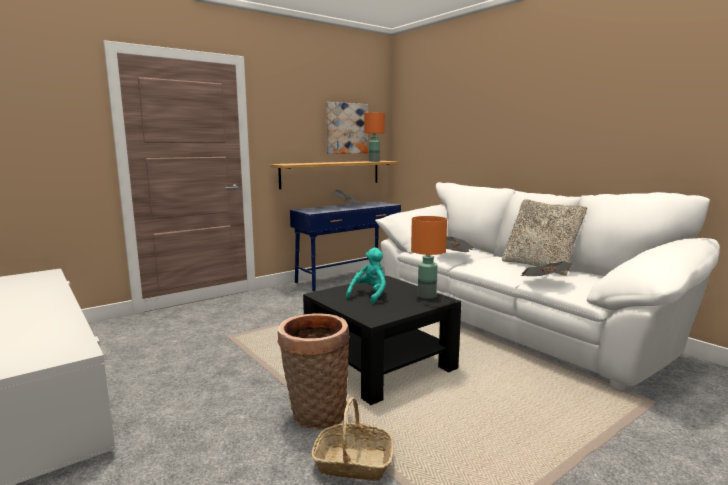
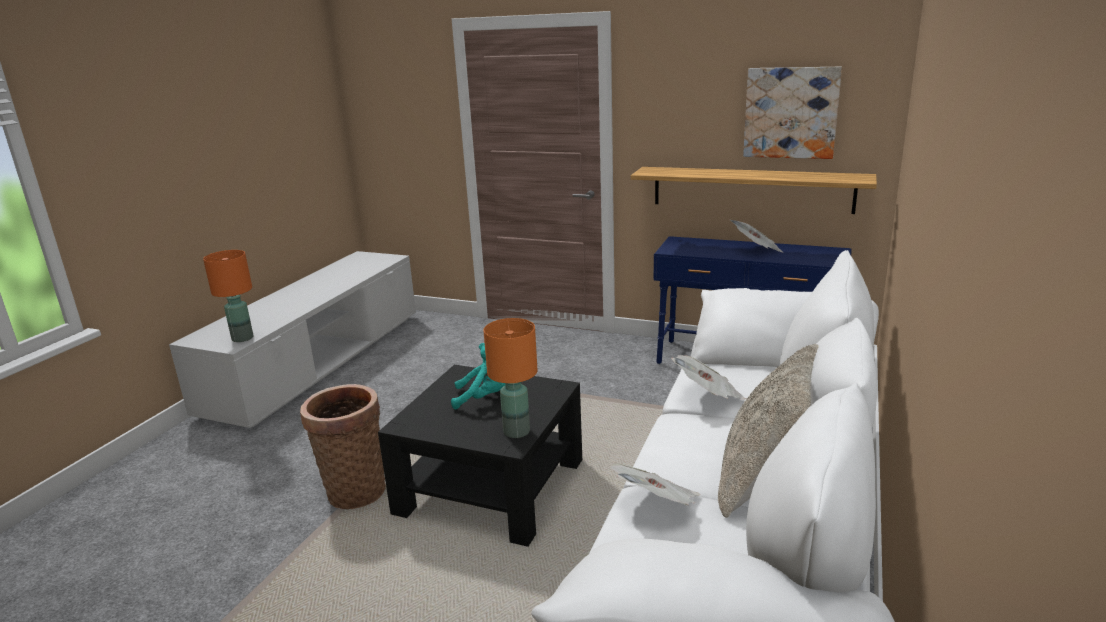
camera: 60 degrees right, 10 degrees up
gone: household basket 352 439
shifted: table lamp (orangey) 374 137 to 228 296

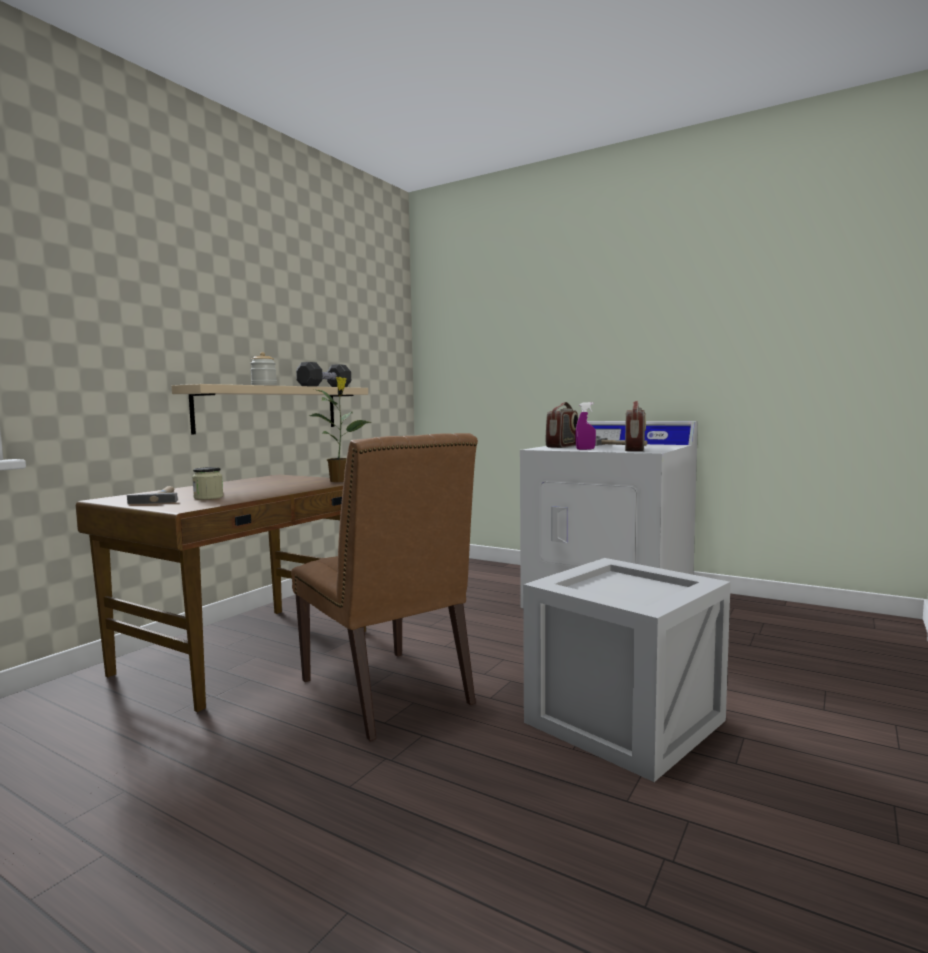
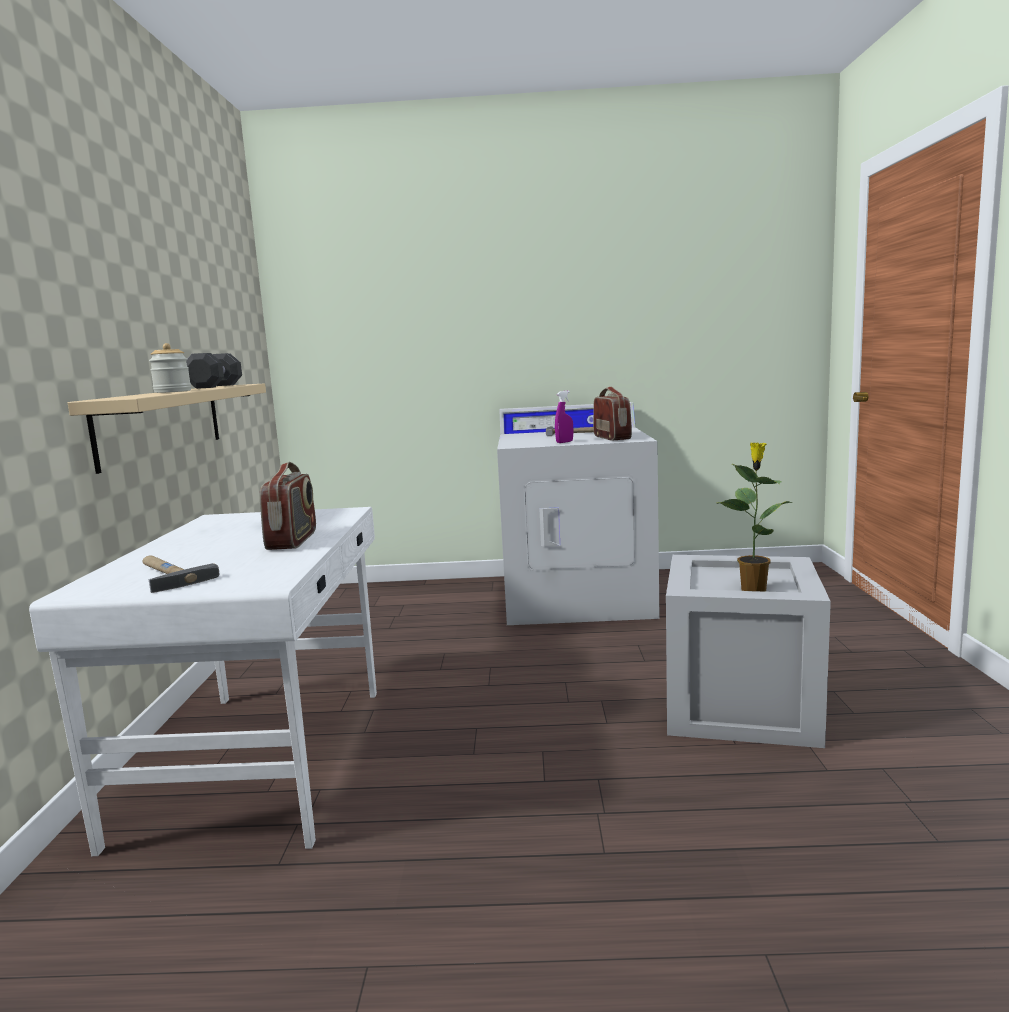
camera: 30 degrees left, 5 degrees up
gone: storage jar 207 483; plain chair (brown) 384 587
shifted: plant in a pot 340 429 to 754 517; radio set 562 425 to 288 506
repainted: desk table (brown) 221 593 to desk table (whitish) 203 681

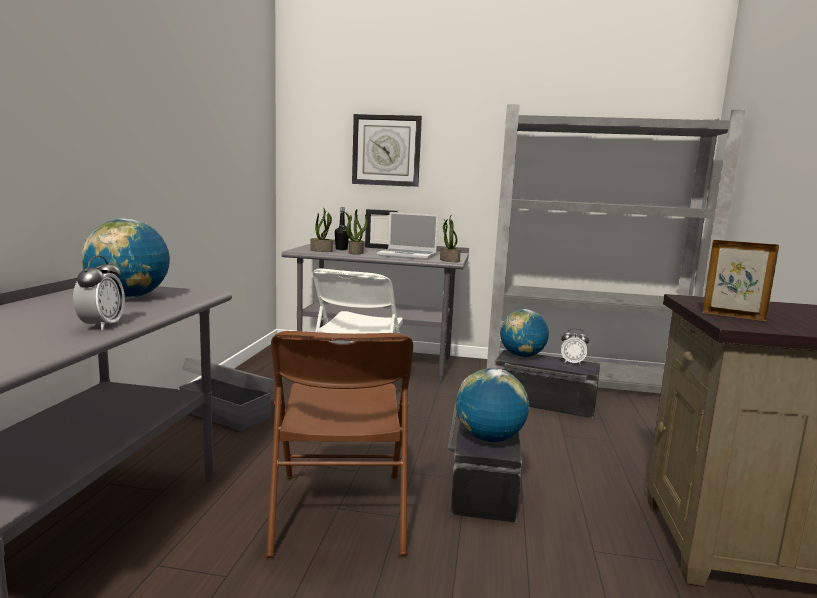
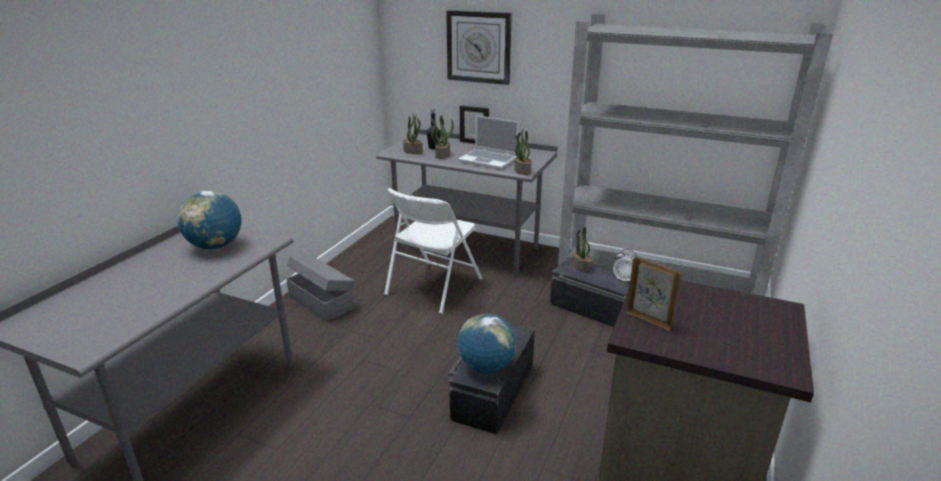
camera: 15 degrees right, 15 degrees up
gone: alarm clock 99 293; plain chair (brown) 339 444
swapped: desk globe 524 333 to plant in a pot 583 250

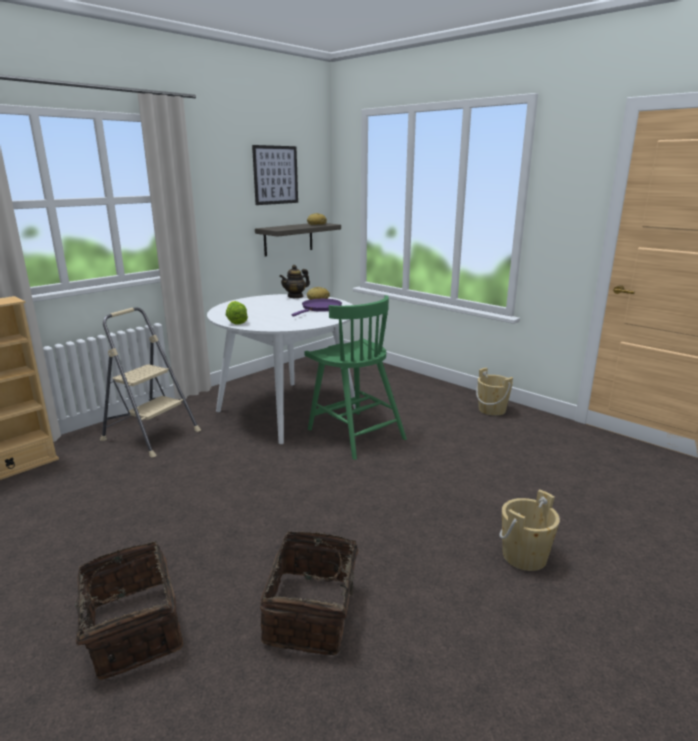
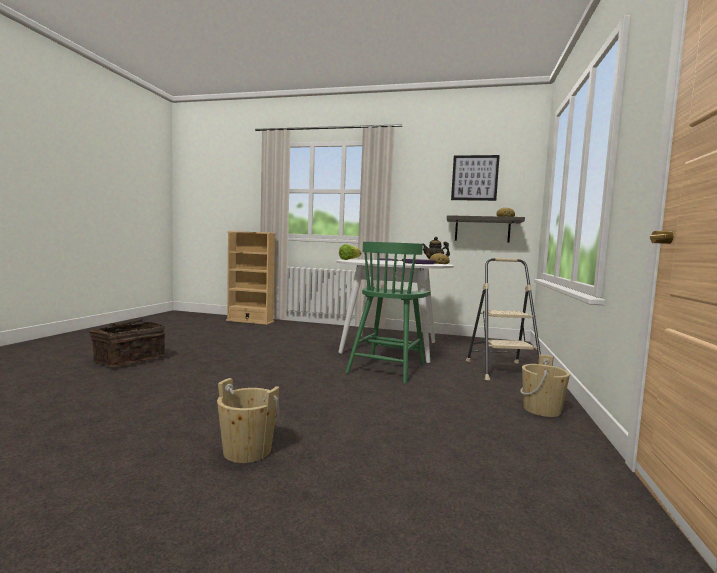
camera: 60 degrees right, 15 degrees down
gone: household basket 318 593
shifted: step ladder (beige) 150 383 to 503 319

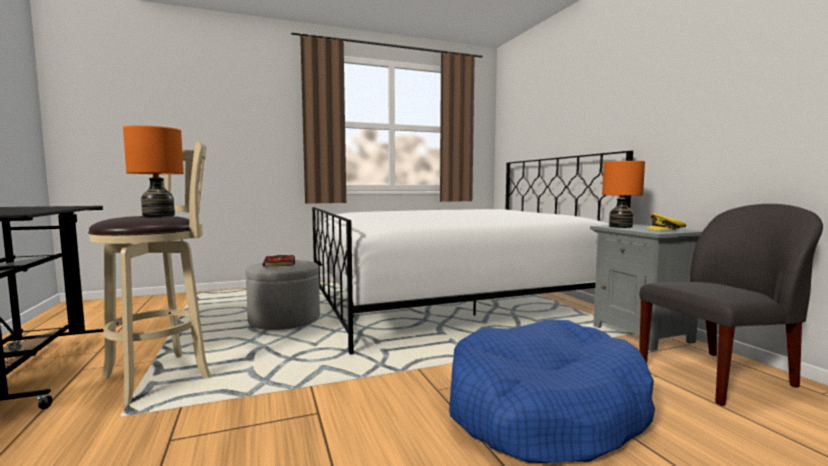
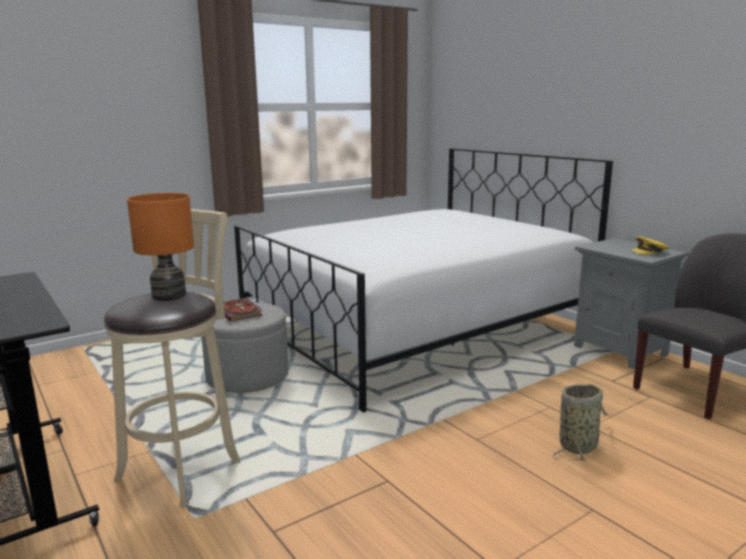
camera: 15 degrees left, 10 degrees up
gone: table lamp (orangey) 623 194
swapped: dog cushion (bluish) 552 391 to household basket 581 422

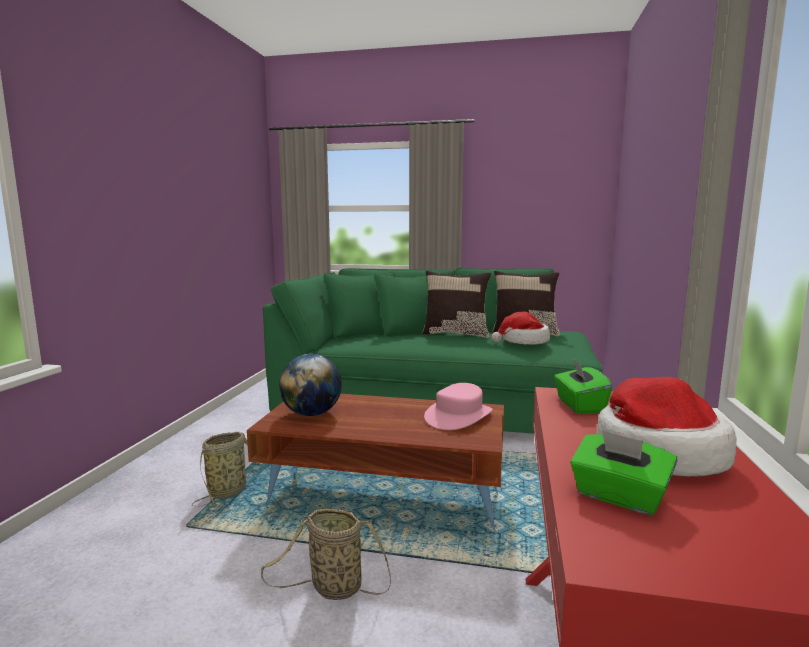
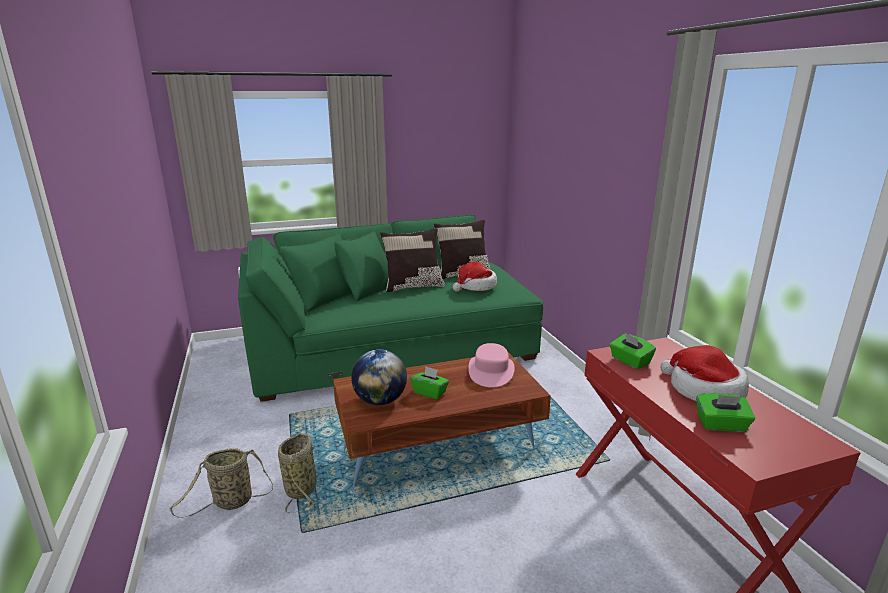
camera: 30 degrees left, 10 degrees up
new: tissue holder (green) 429 382
shifted: household basket 326 554 to 221 483

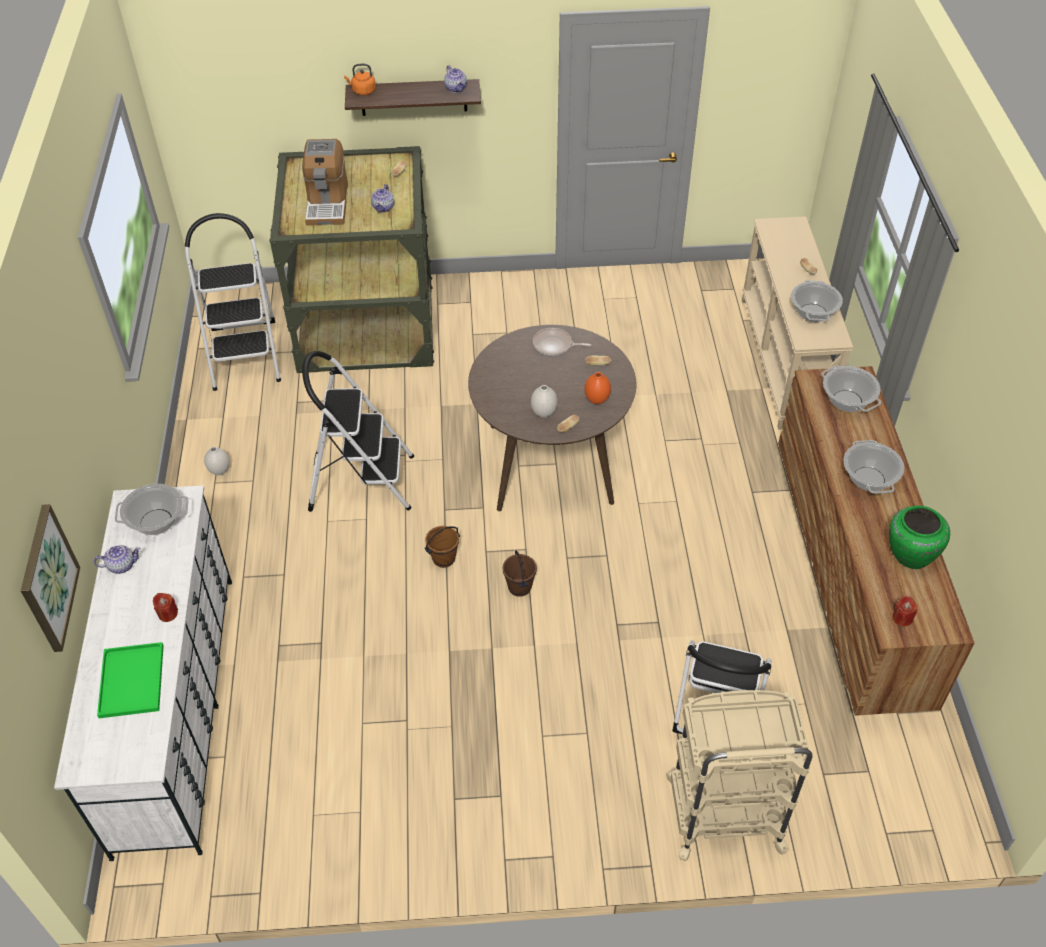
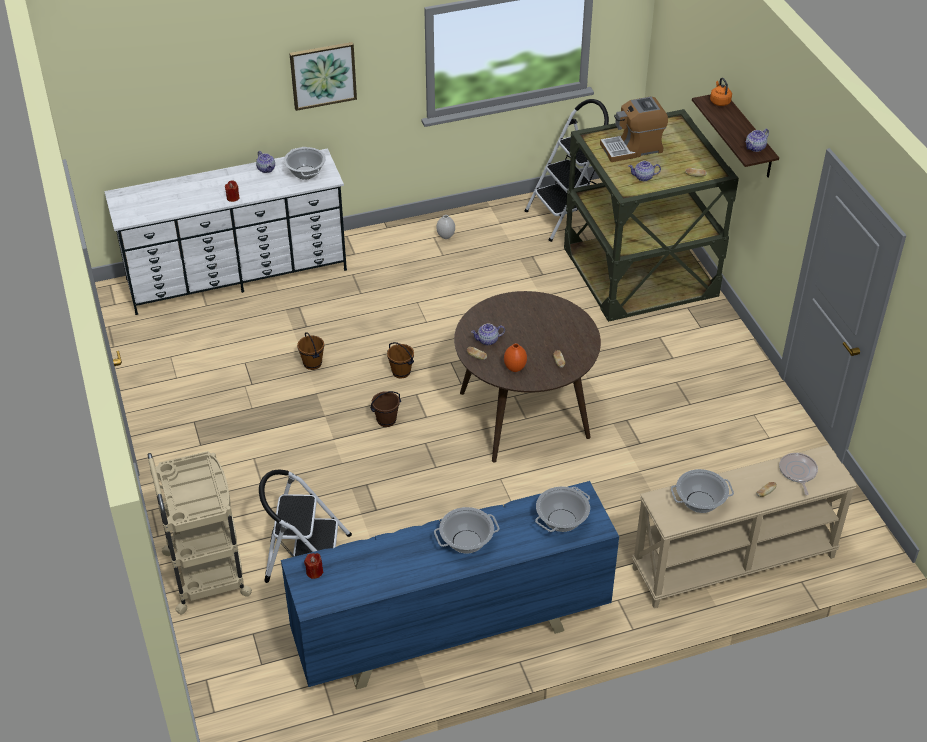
camera: 75 degrees right, 5 degrees down
gone: serving tray (green) 130 680; step ladder 358 431; decorative vase (green) 919 537
new: bucket (brown) 310 351
shifted: wall art 50 578 to 323 76; pan 562 342 to 798 474
swapped: decorative vase (whitish) 544 401 to pot for tea 488 334
repainted: cabinet (brown) 876 541 to cabinet (bluish) 450 585

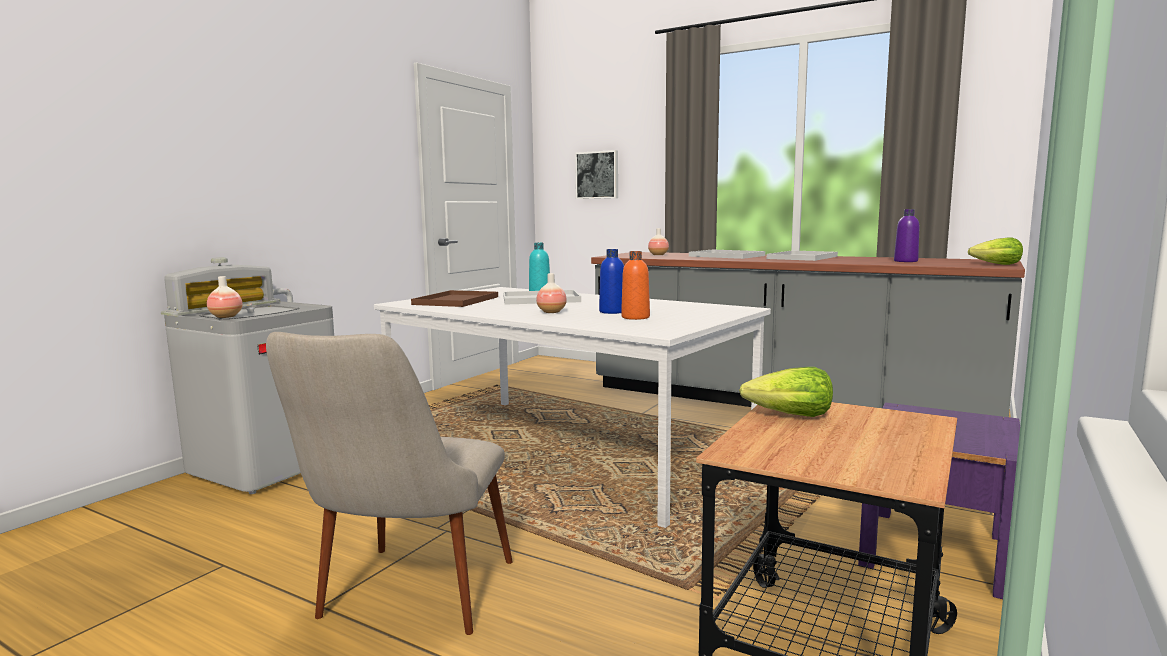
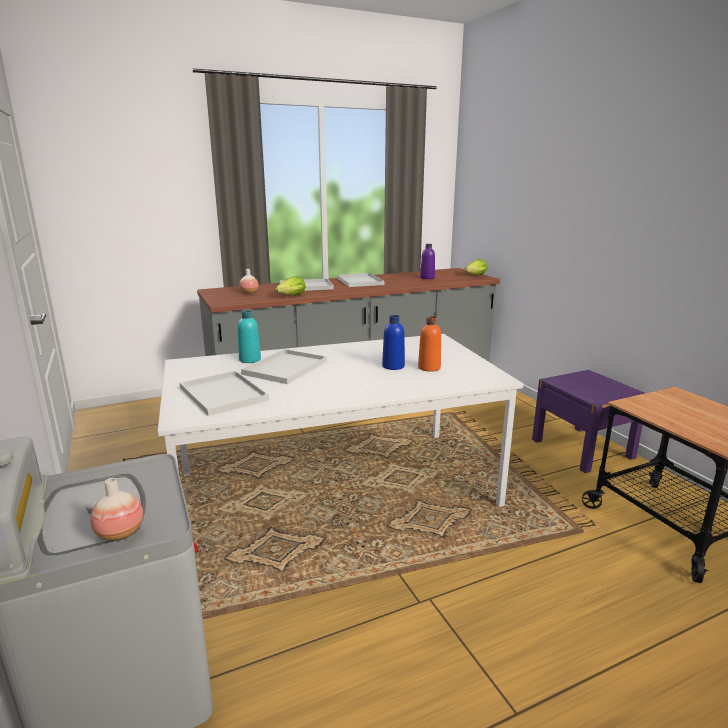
camera: 55 degrees left, 10 degrees up
gone: plain chair (beige) 389 483; decorative vase 551 293; wall art 596 174
shifted: head of lettuce 786 392 to 290 285
repainted: serving tray (brown) 454 298 to serving tray (whitish) 224 393

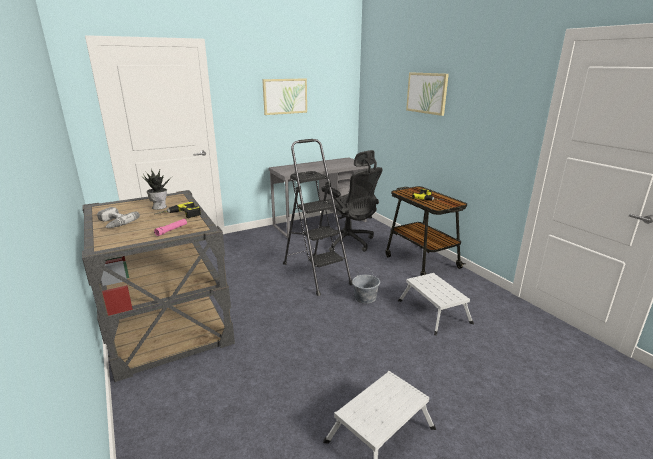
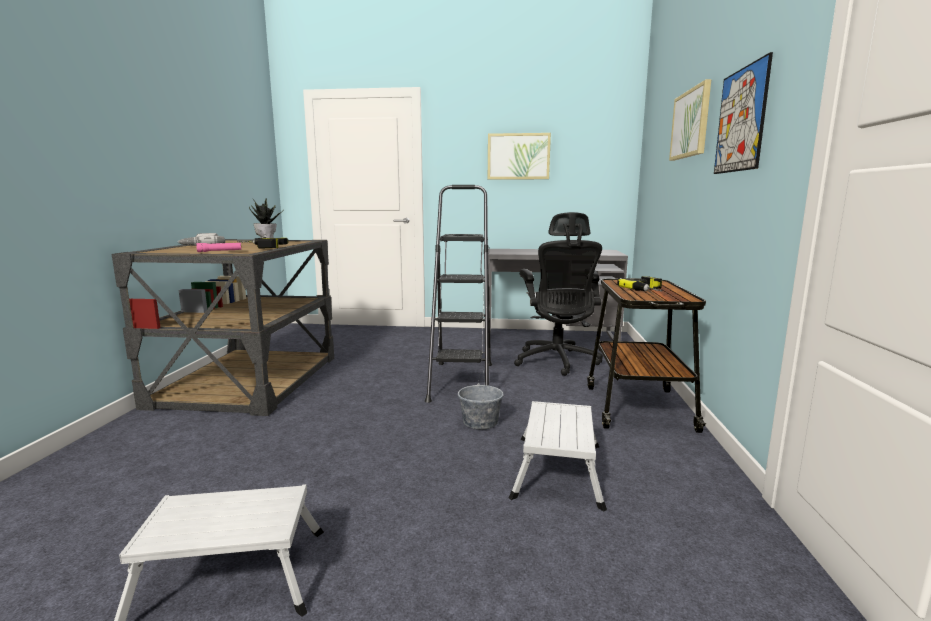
camera: 35 degrees right, 10 degrees down
new: wall art 743 113

